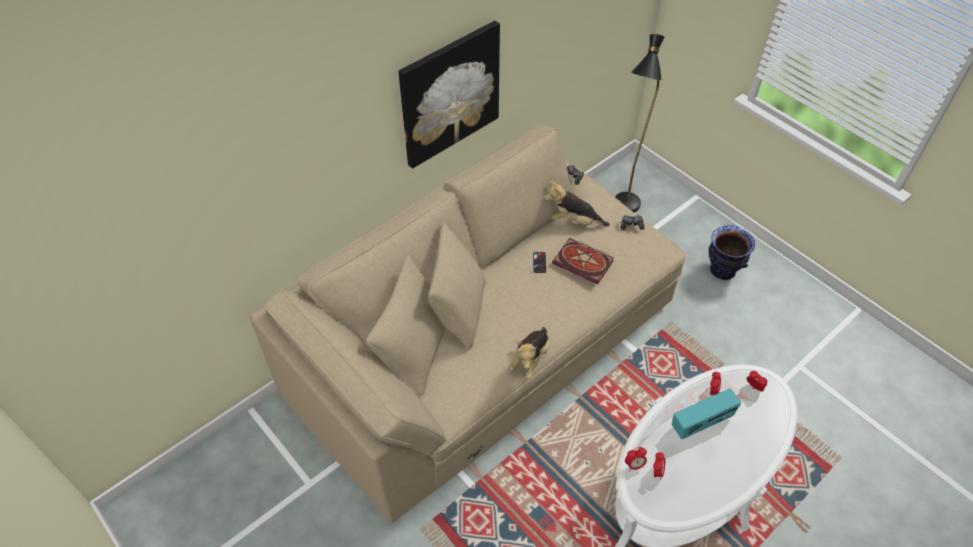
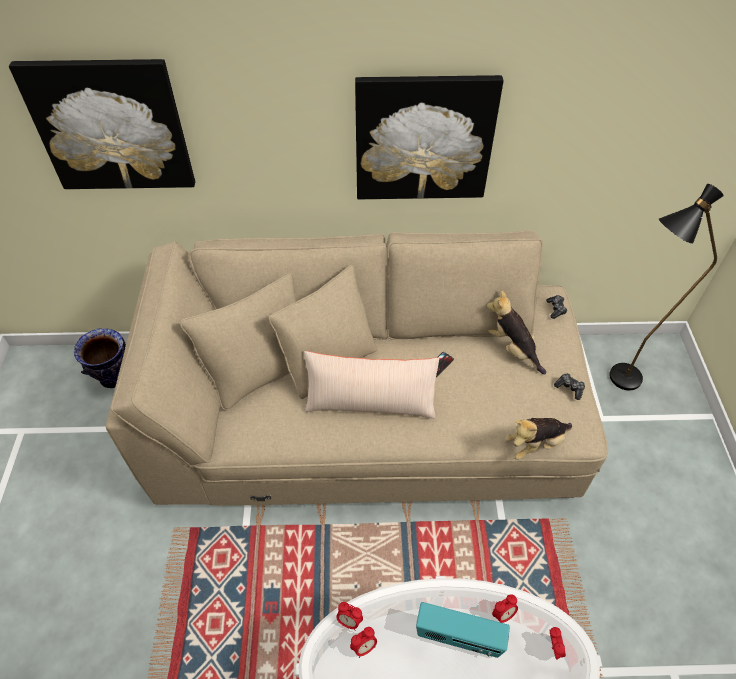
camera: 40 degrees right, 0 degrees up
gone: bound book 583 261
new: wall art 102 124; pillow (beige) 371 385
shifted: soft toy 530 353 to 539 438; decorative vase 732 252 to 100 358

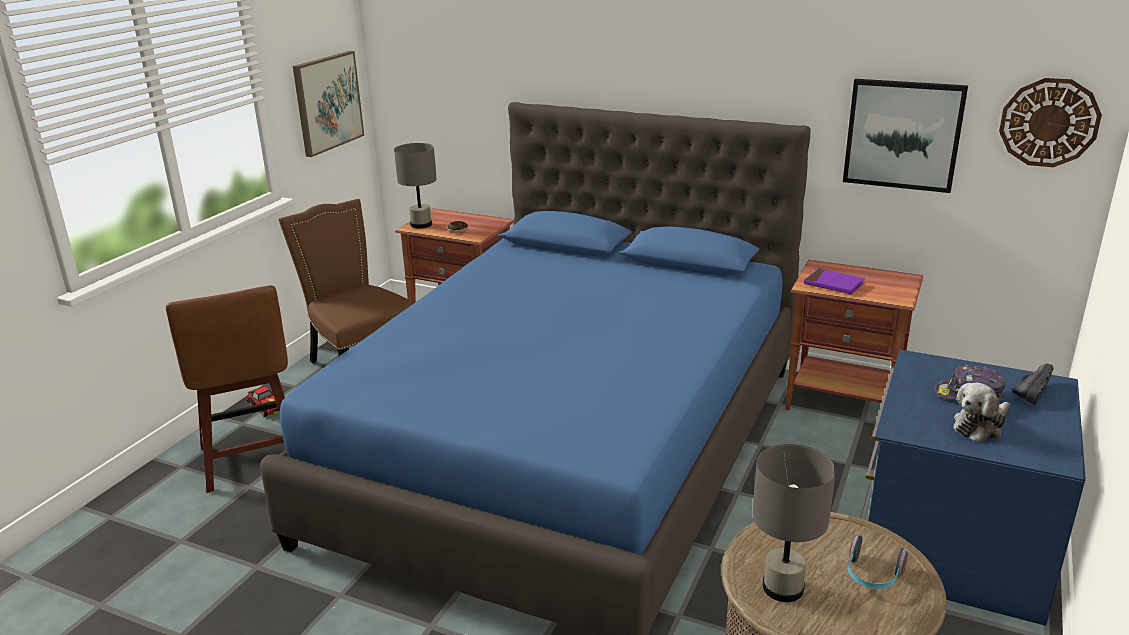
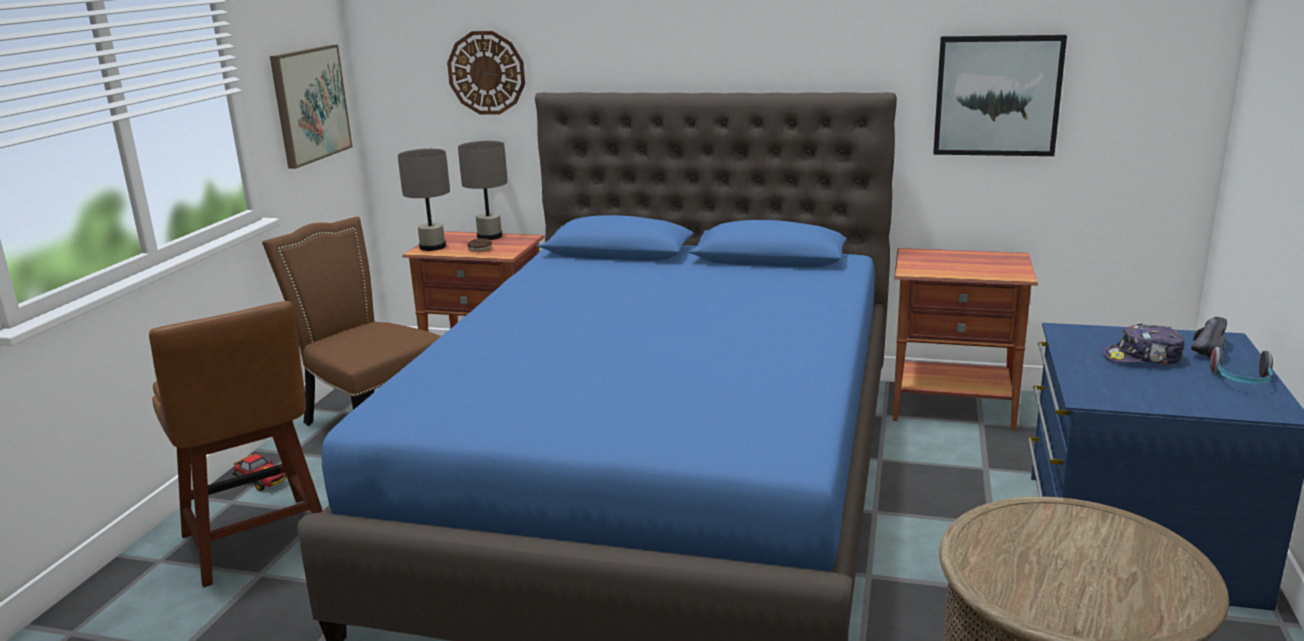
camera: 10 degrees left, 5 degrees down
gone: bound book (purple) 834 281; soft toy 981 413
shifted: table lamp (grey) 794 523 to 483 190; headset 878 562 to 1241 365; wall clock 1050 122 to 486 73

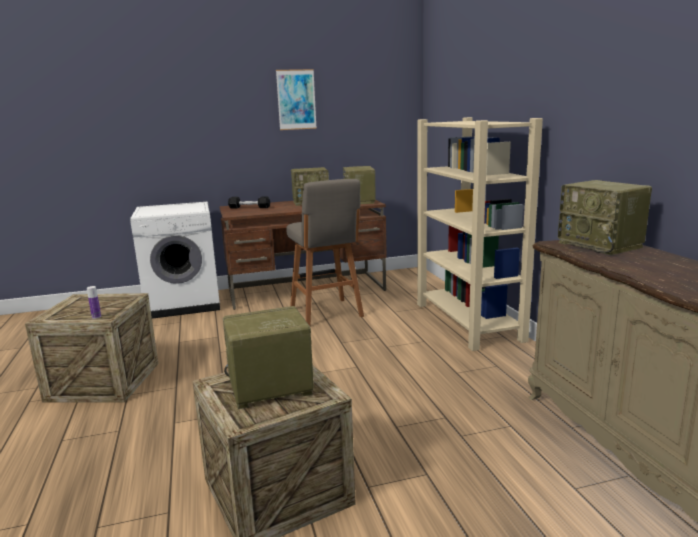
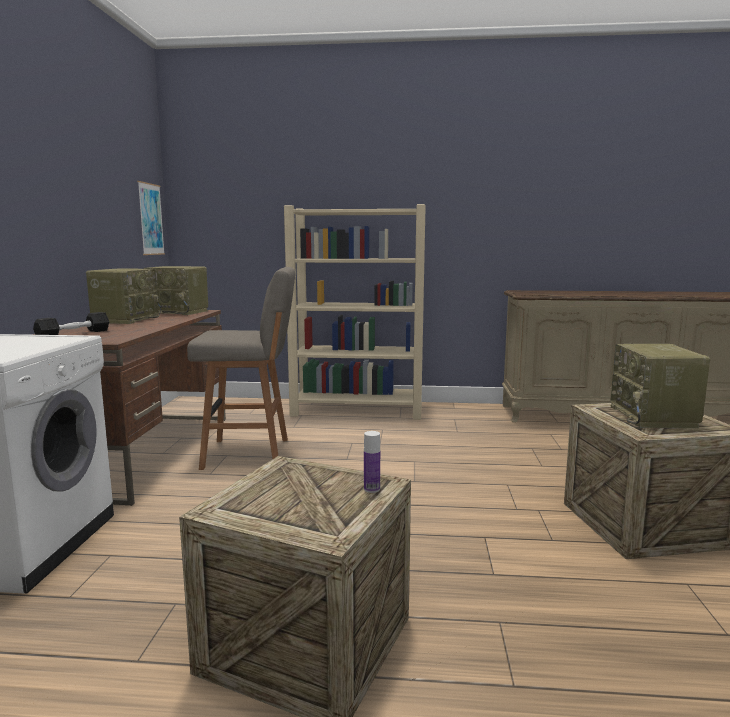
camera: 70 degrees left, 5 degrees down
gone: radio set 605 217
shifted: wall art 296 99 to 151 218

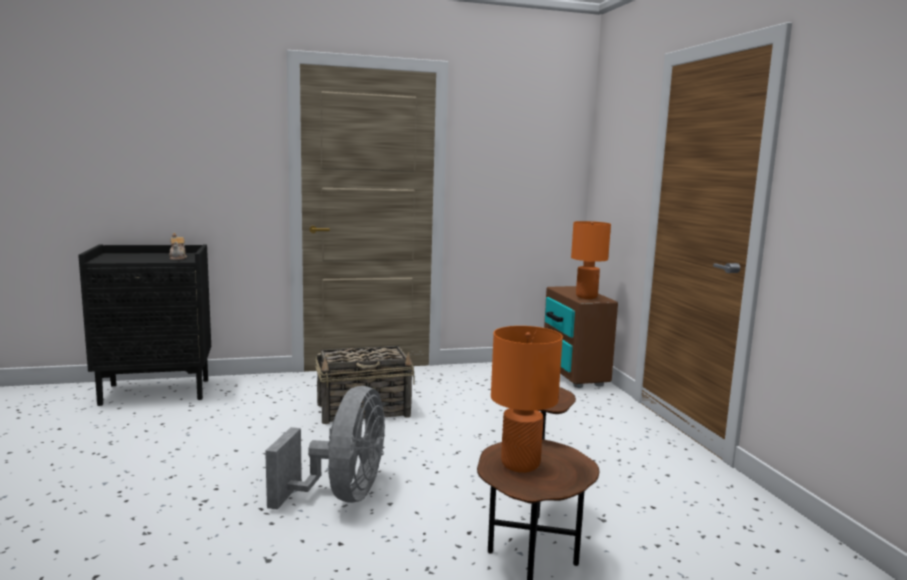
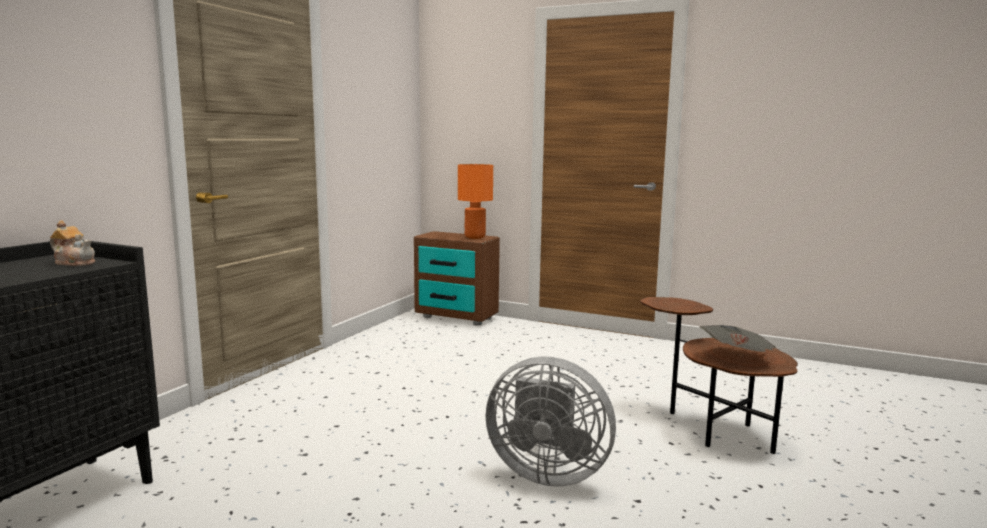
camera: 50 degrees left, 0 degrees up
gone: household basket 365 385
swapped: table lamp (orangey) 527 399 to printed paper 737 338
rotated: cooling fan (grey) 325 448 = 551 421 150 degrees clockwise

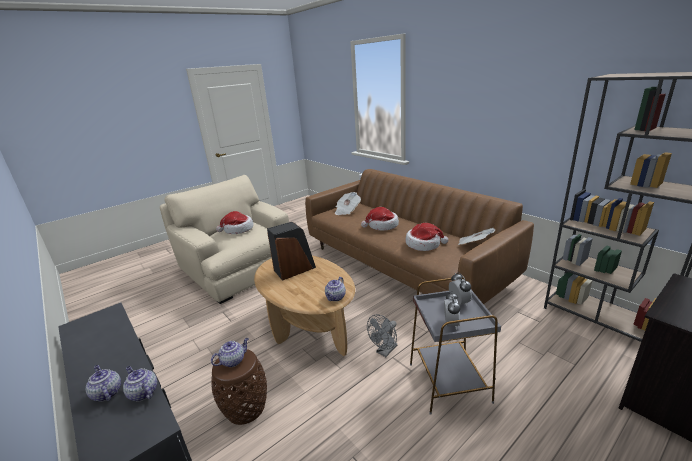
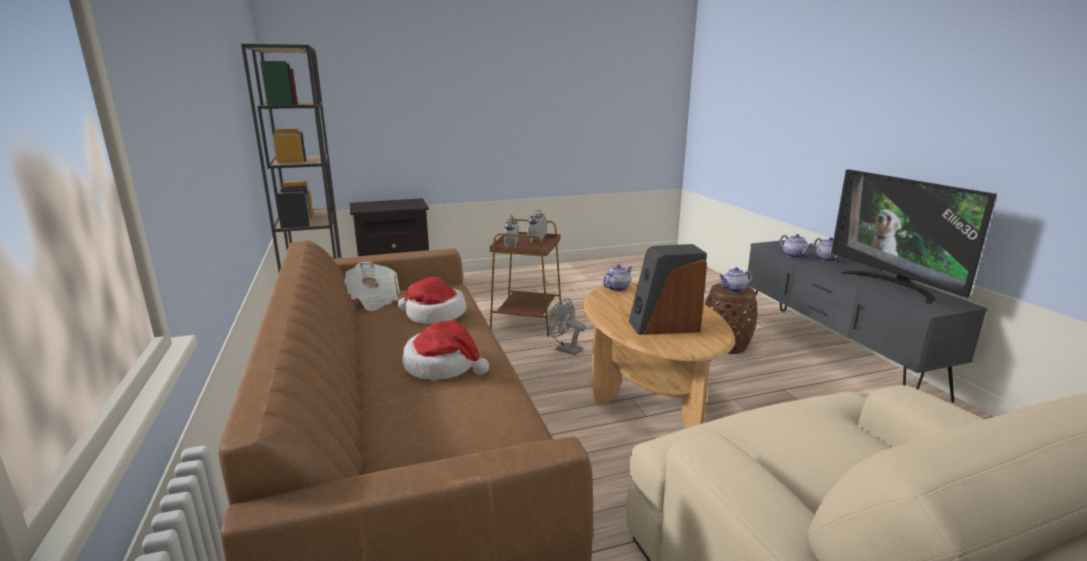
camera: 160 degrees left, 5 degrees down
gone: wearable hat 235 222; printed paper 348 203
new: TV set 914 237
repainted: end table (grey) 455 346 to end table (brown) 525 278
rotated: cooling fan (grey) 382 335 = 566 327 120 degrees counterclockwise

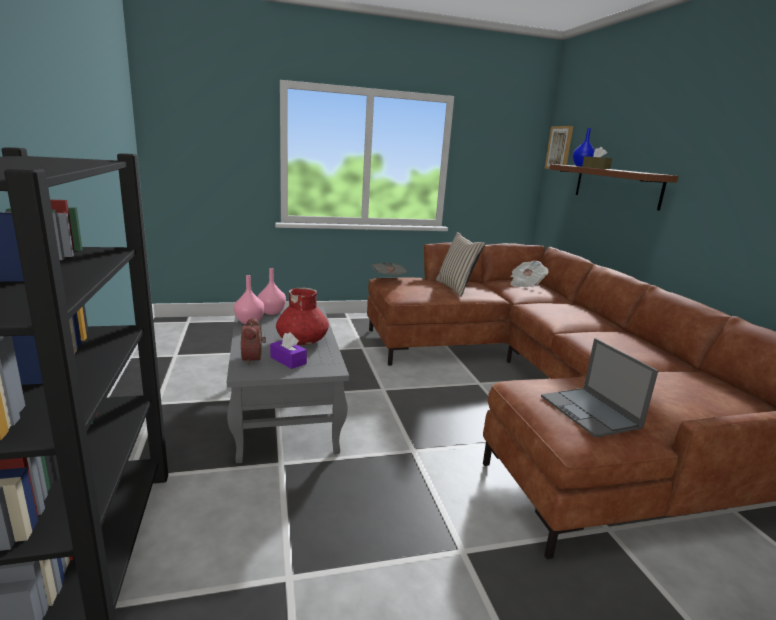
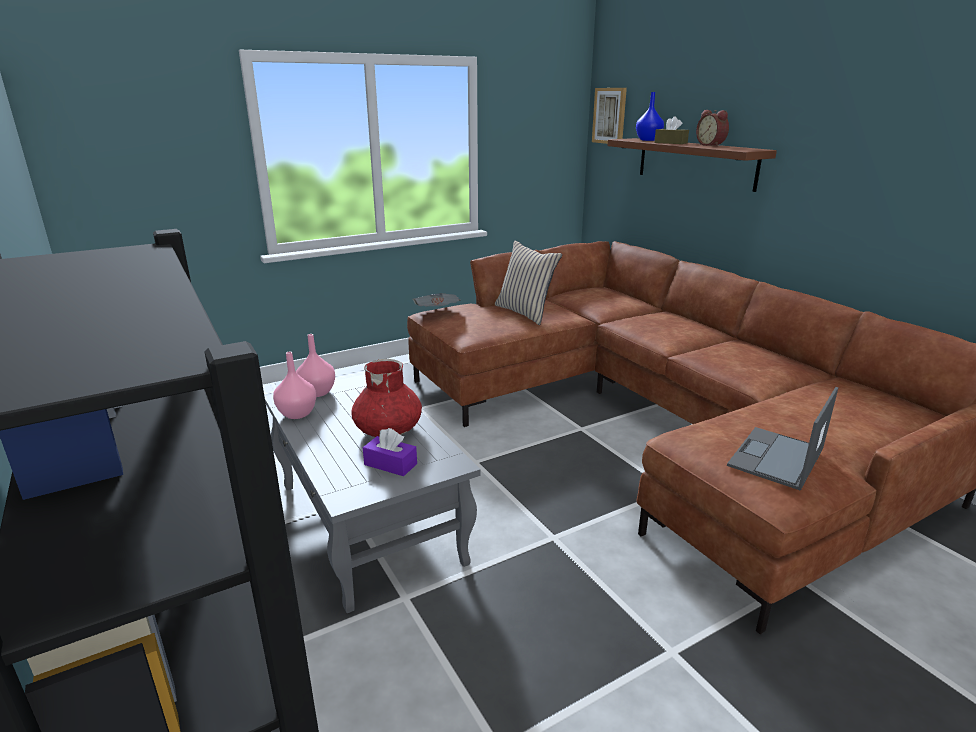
camera: 15 degrees left, 5 degrees up
gone: printed paper 529 274
shifted: alarm clock 253 341 to 712 128
rotated: portable computer 600 388 = 782 439 75 degrees clockwise

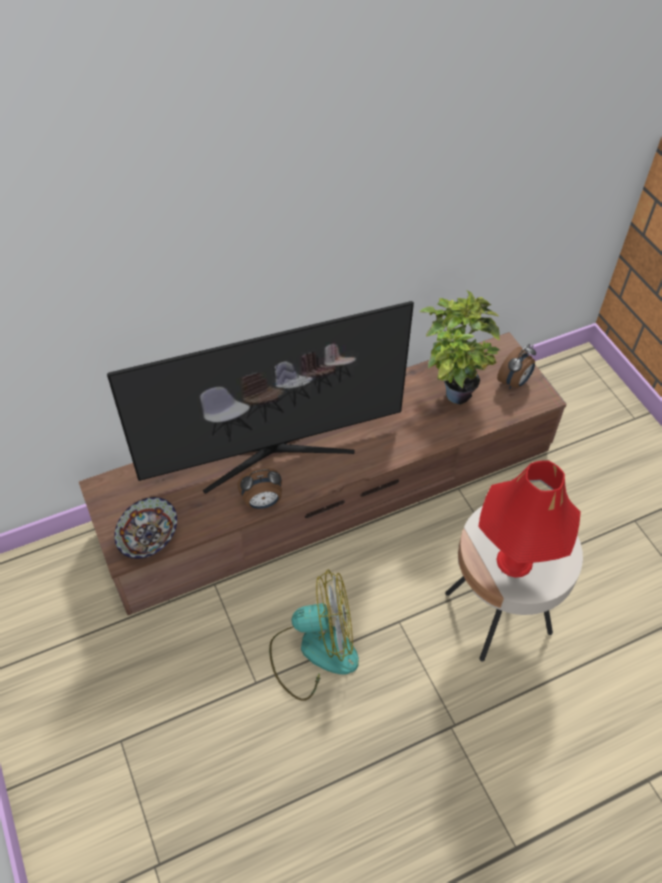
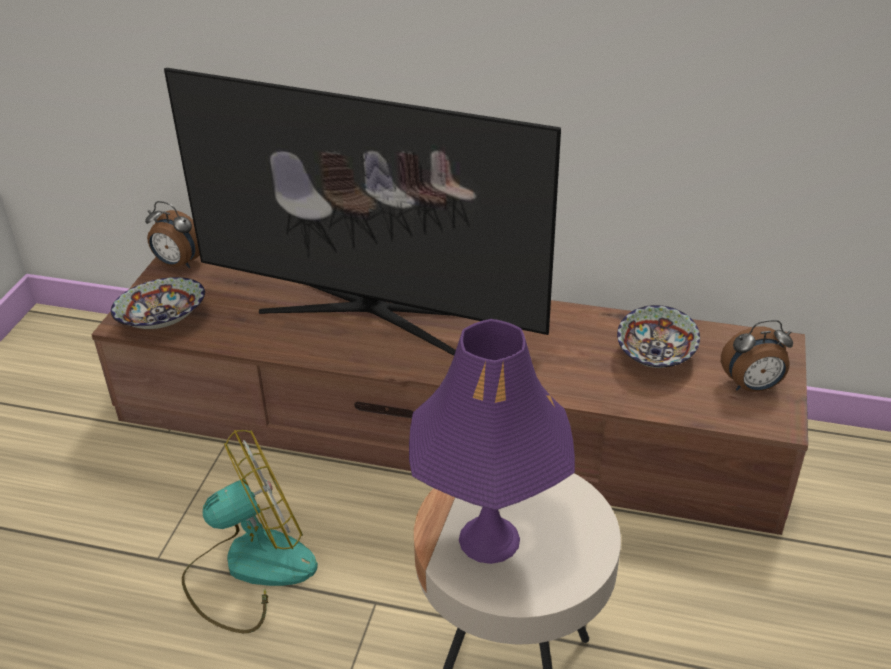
camera: 40 degrees right, 15 degrees down
shifted: alarm clock 259 488 to 172 234
swapped: plant in a pot 459 348 to bowl 658 336
repainted: table lamp (red-coloured) 529 519 to table lamp (purple) 492 441
rotated: cooling fan 314 635 = 250 531 60 degrees counterclockwise

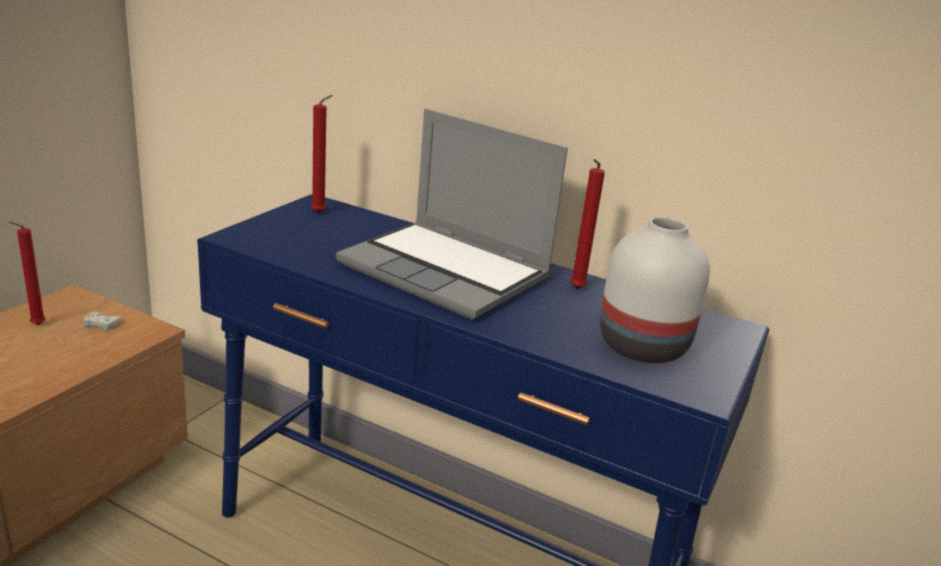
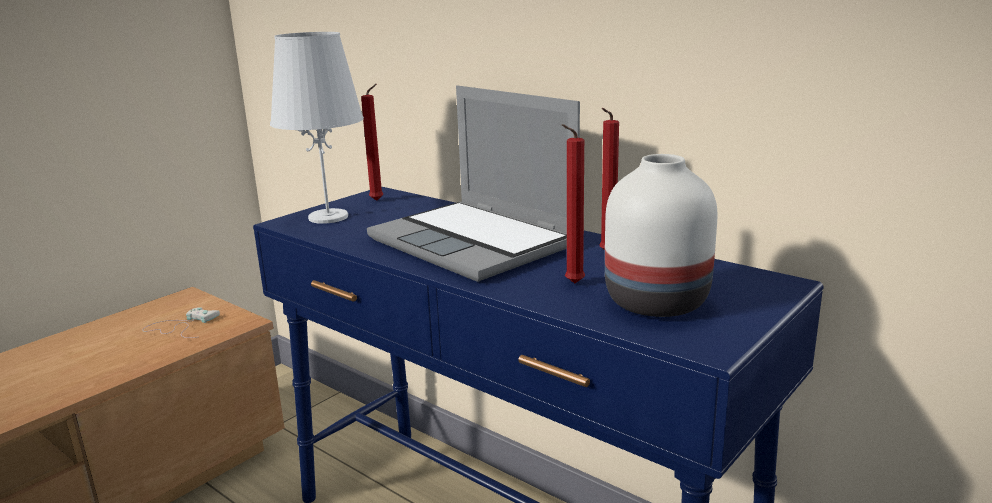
camera: 15 degrees right, 5 degrees down
new: table lamp (whitish) 317 128
shifted: candle (red-coloured) 27 273 to 573 203

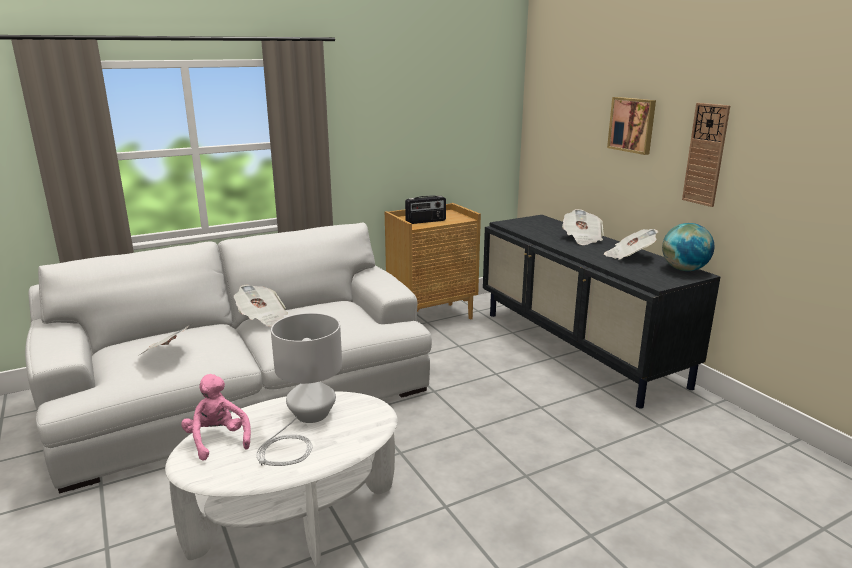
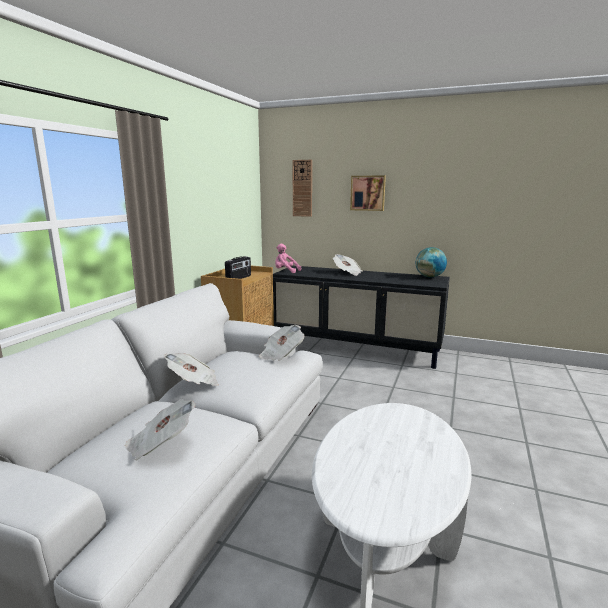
camera: 40 degrees left, 5 degrees down
gone: table lamp (whitish) 299 389
shifted: soft toy (pink) 216 417 to 288 258; printed paper 631 244 to 281 343; wall clock 706 155 to 302 188

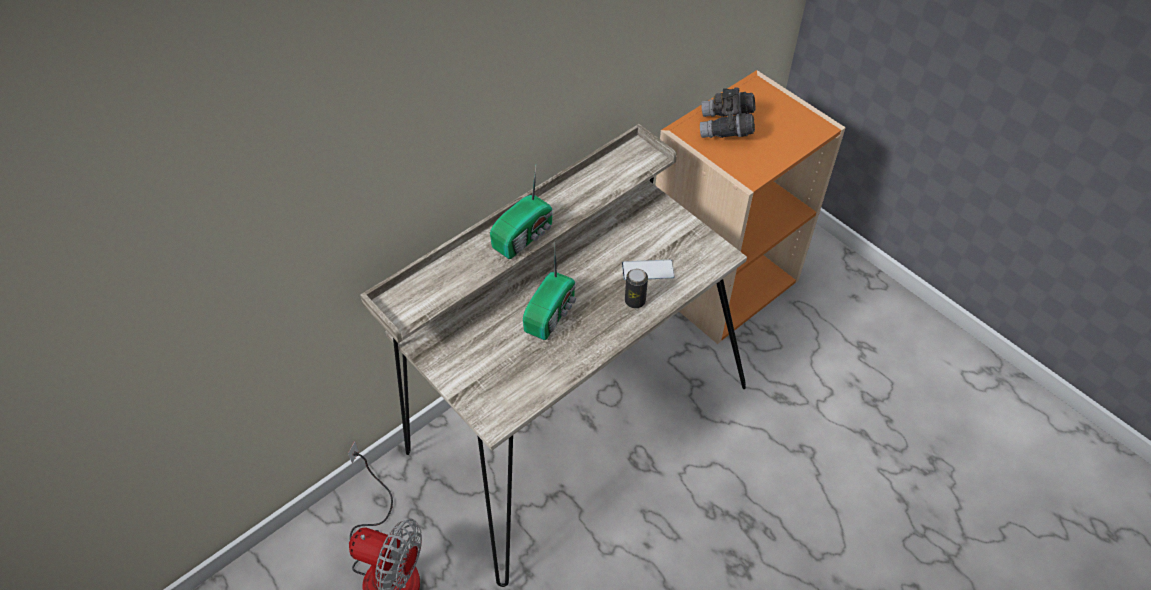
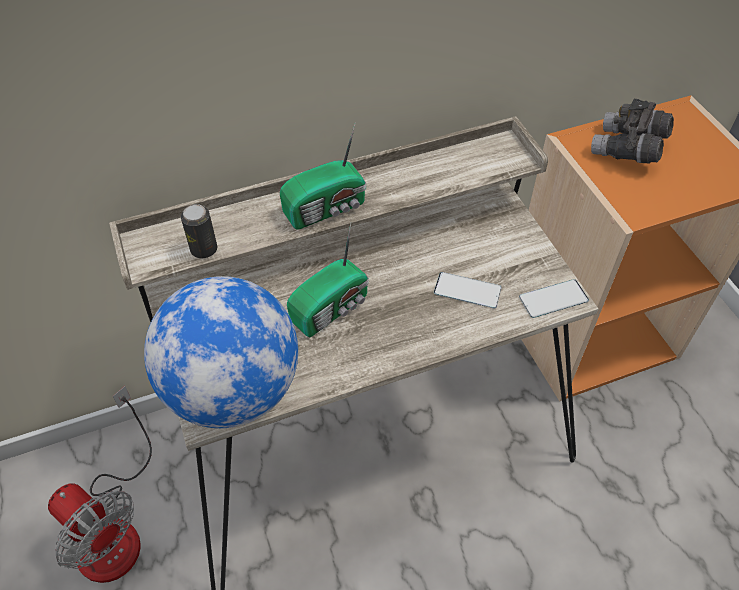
camera: 20 degrees right, 0 degrees up
new: desk globe 221 352; phone 554 298
shifted: sealed can 636 288 to 199 231

